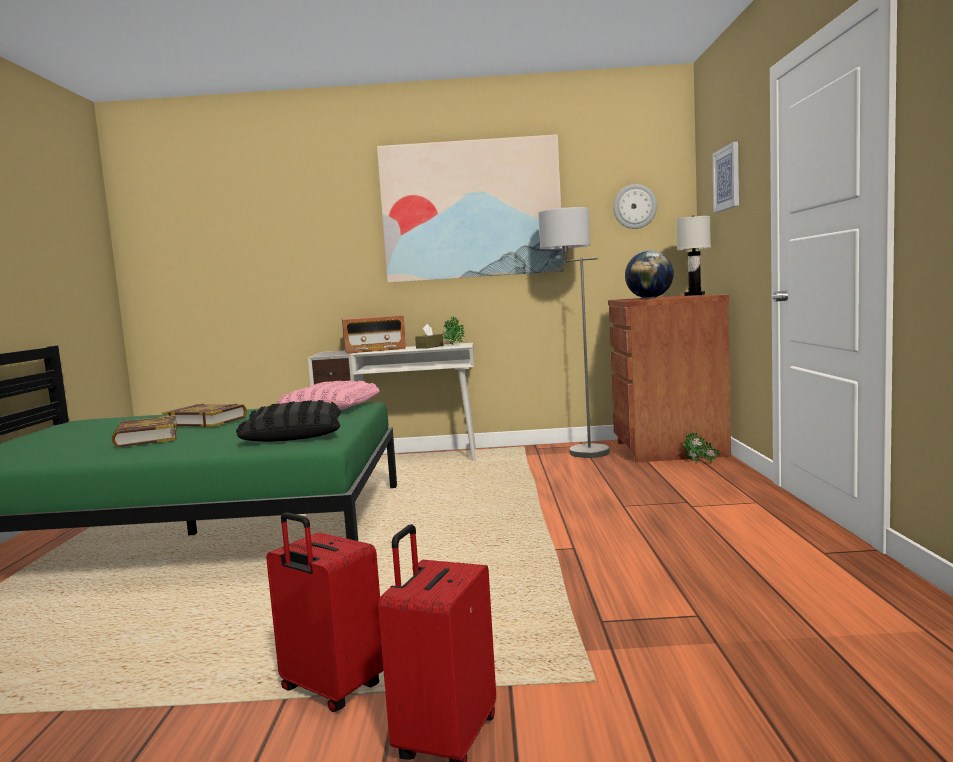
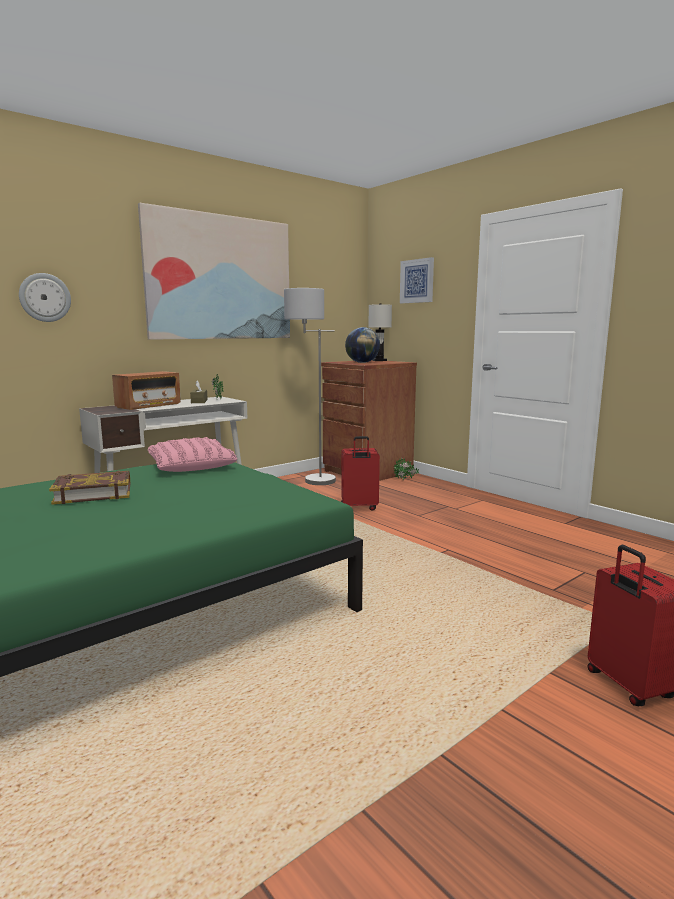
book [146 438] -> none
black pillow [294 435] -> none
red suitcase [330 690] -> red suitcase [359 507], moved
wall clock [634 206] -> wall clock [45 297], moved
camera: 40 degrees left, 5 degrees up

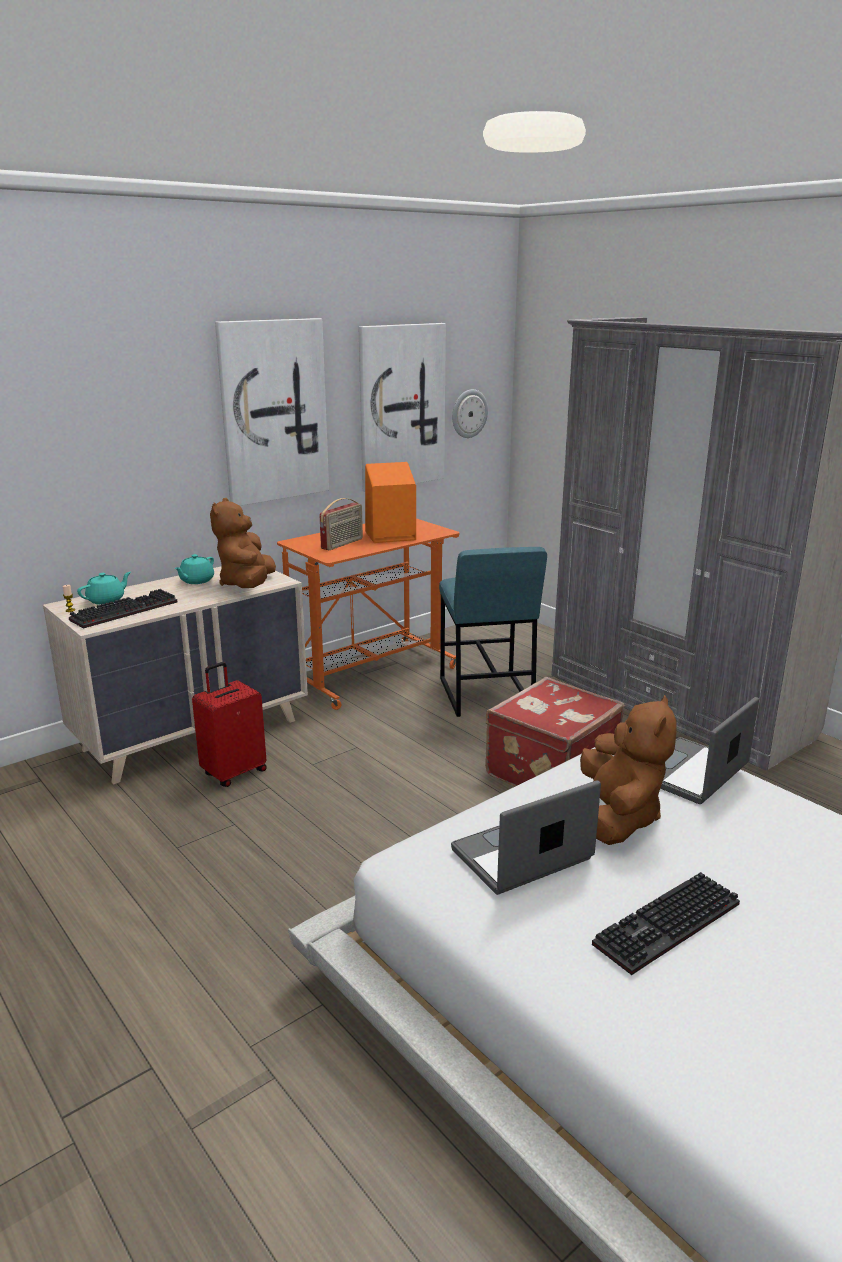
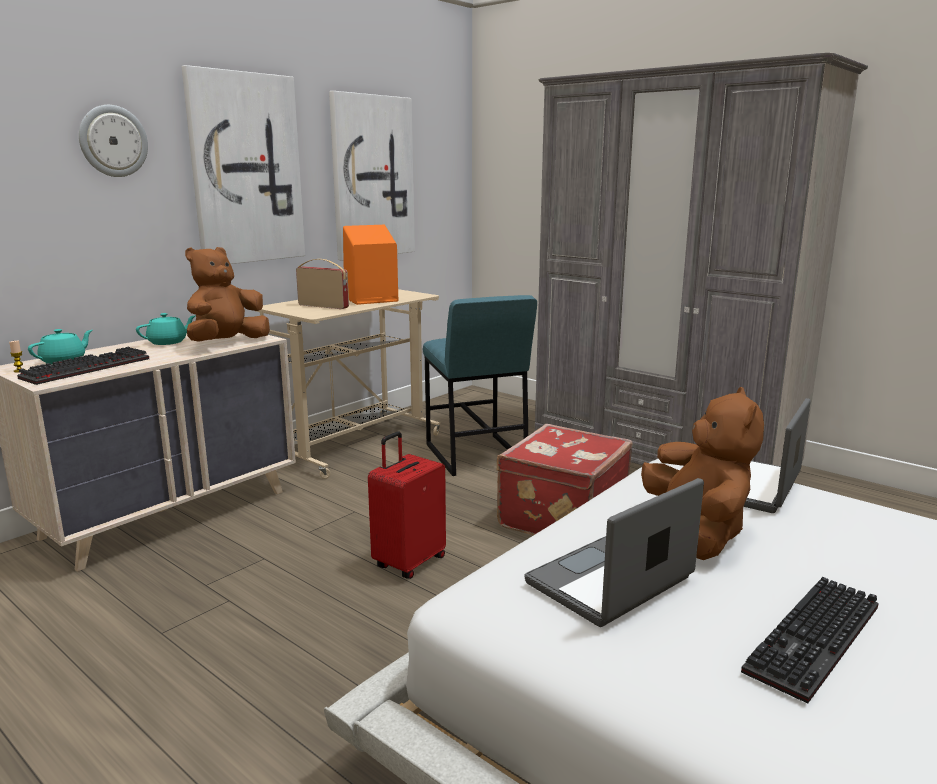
turquoise teapot [196 581] -> turquoise teapot [168 342], 150 degrees counterclockwise
red suitcase [233 772] -> red suitcase [408 562], moved
brown plush toy [247 585] -> brown plush toy [227 343], 45 degrees clockwise
orange desk [372 674] -> beige desk [356 444]
radio [342 544] -> radio [324 306], 90 degrees counterclockwise
wall clock [469 413] -> wall clock [113 141], moved
camera: 10 degrees left, 5 degrees down

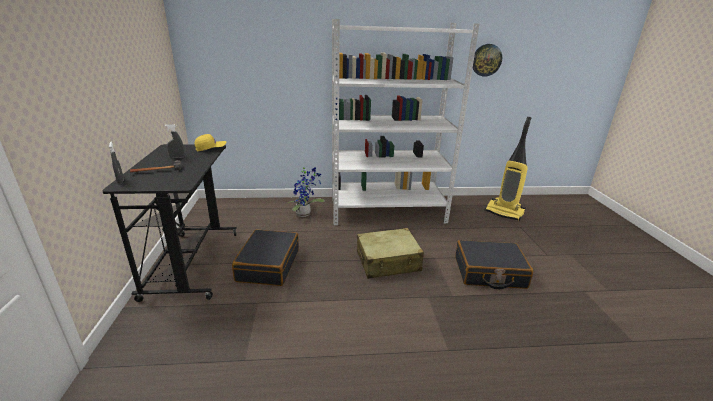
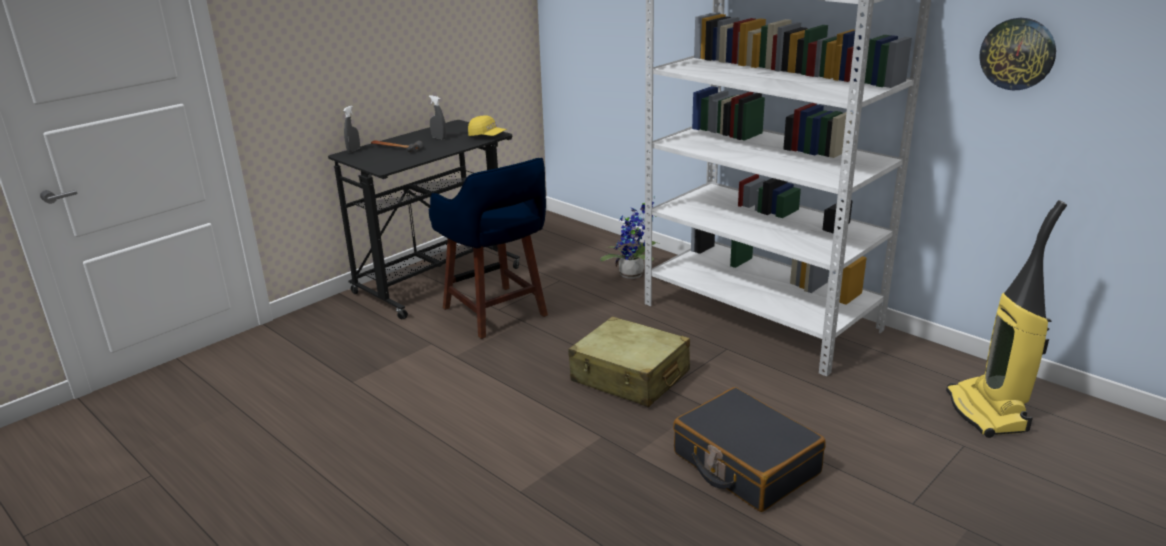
black suitcase [268 265] -> blue stool [496 314]
camera: 50 degrees right, 0 degrees up

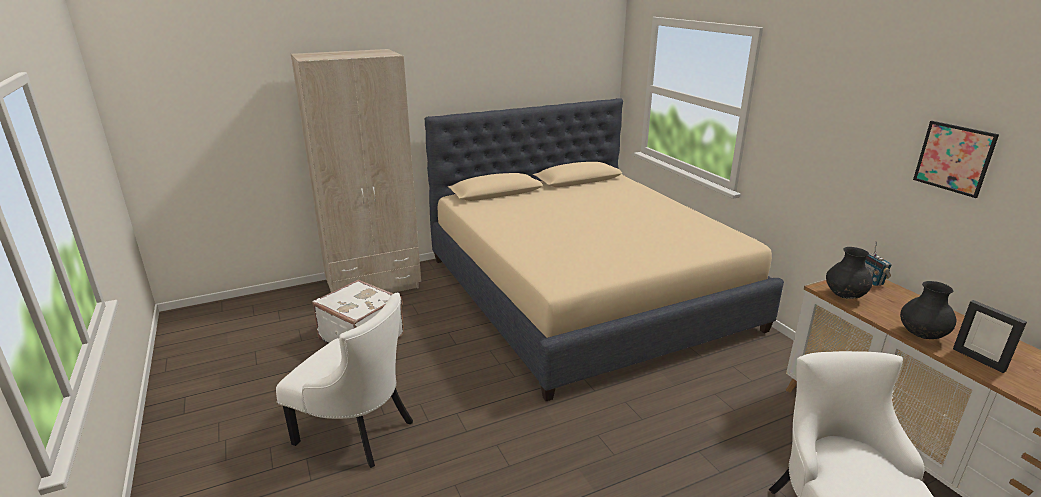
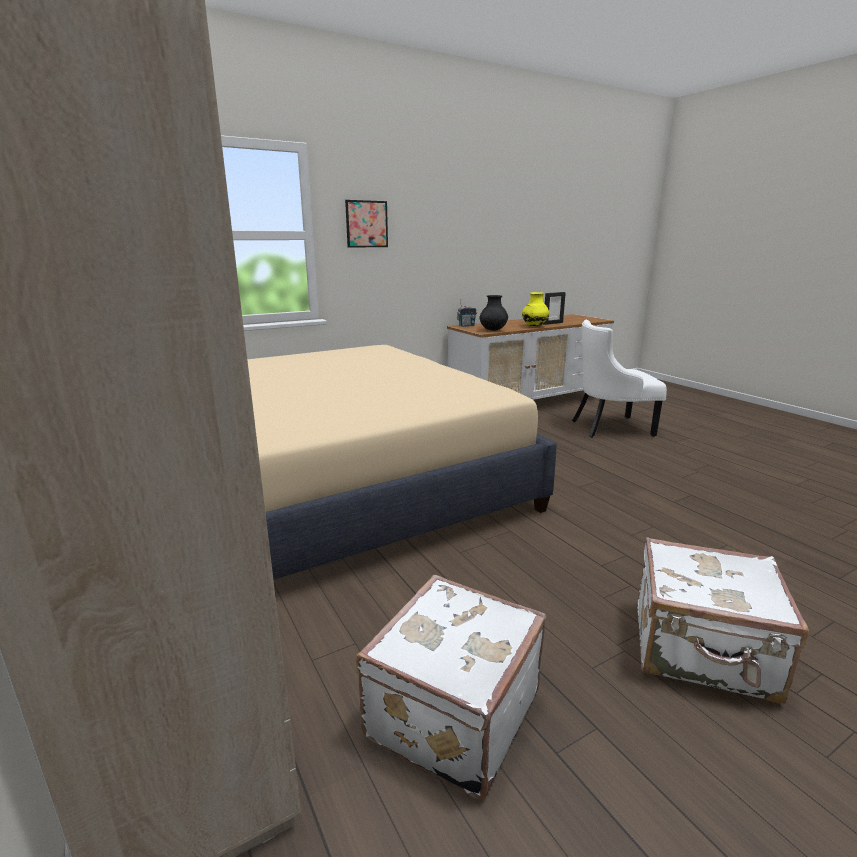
white chair [354 431] -> white suitcase [702 652]
black vase [922 335] -> yellow vase [534 326]
picture [954 158] -> picture [366 224], moved
camera: 95 degrees left, 5 degrees down

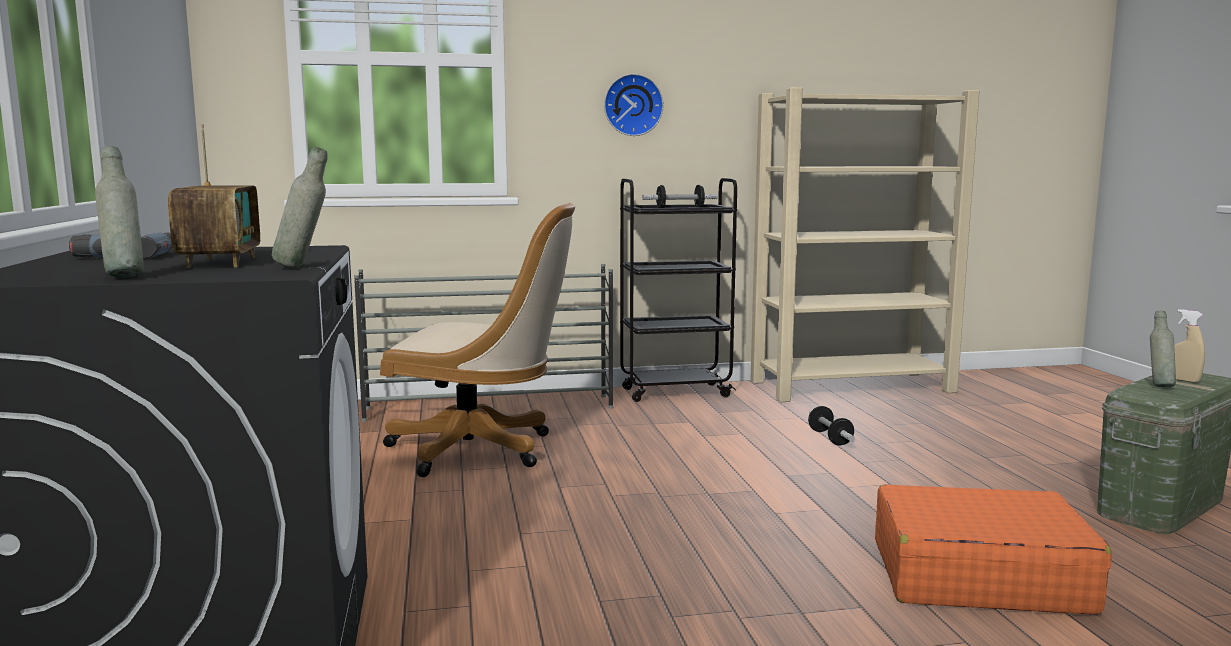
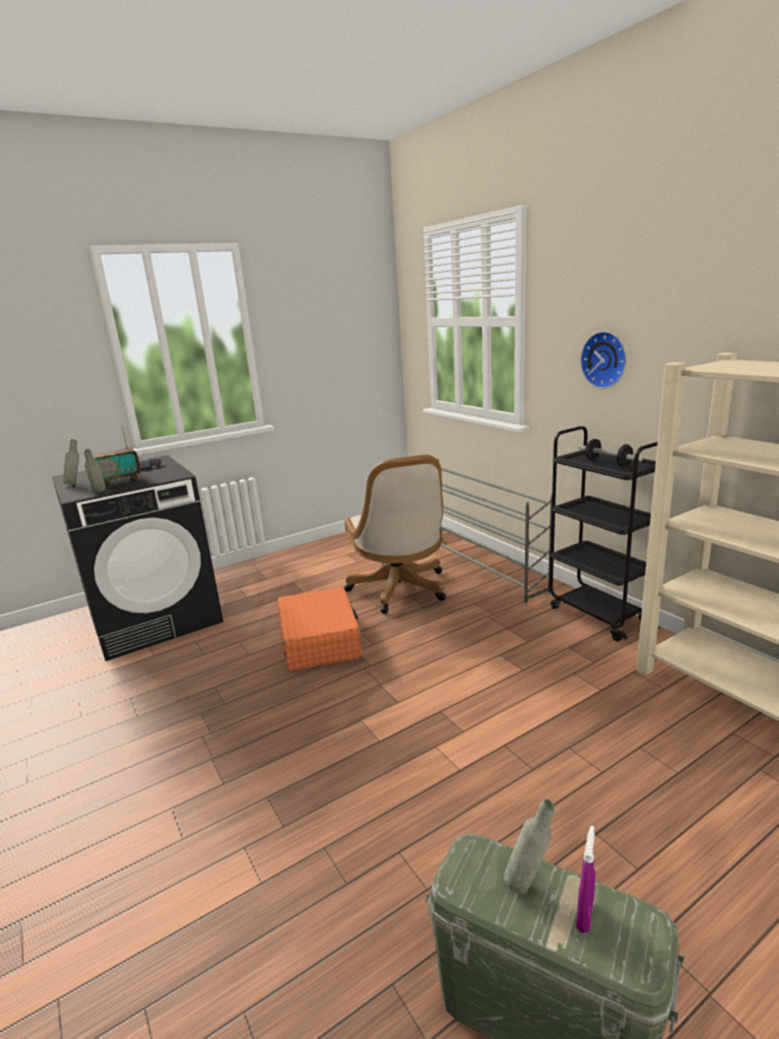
dumbbell [830 438] -> none
orange suitcase [978 576] -> orange suitcase [320 640], moved
beige spray bottle [1183 380] -> purple spray bottle [584 916]
camera: 70 degrees right, 10 degrees up

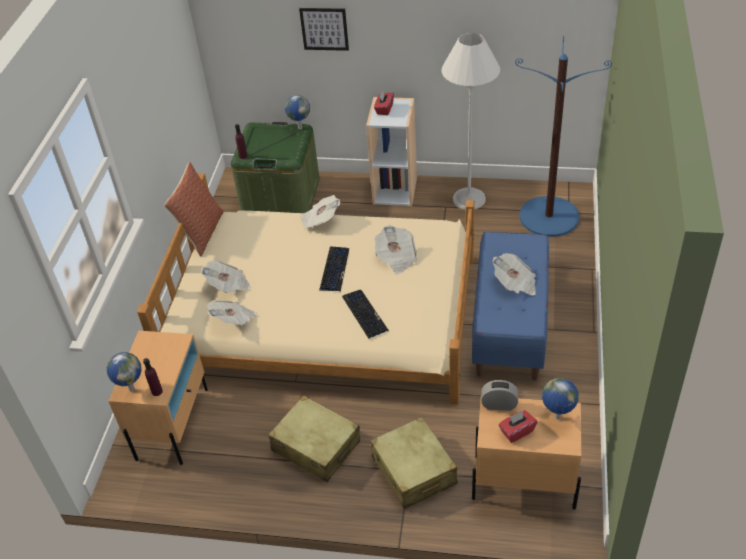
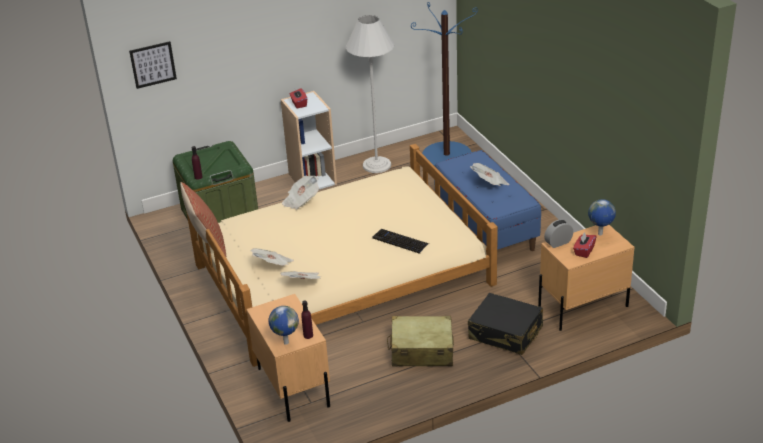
globe [299 128] -> none
picture [324 29] -> picture [153 64], moved
keyboard [334 269] -> none
beige suitcase [414 471] -> black suitcase [505 333]
newspaper [396 258] -> none
camera: 35 degrees left, 10 degrees down

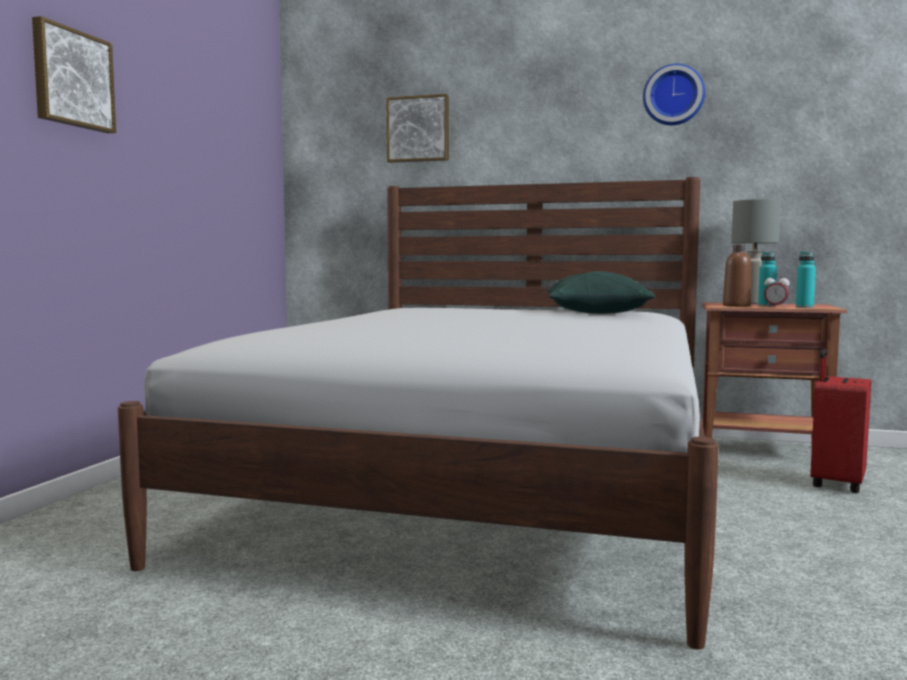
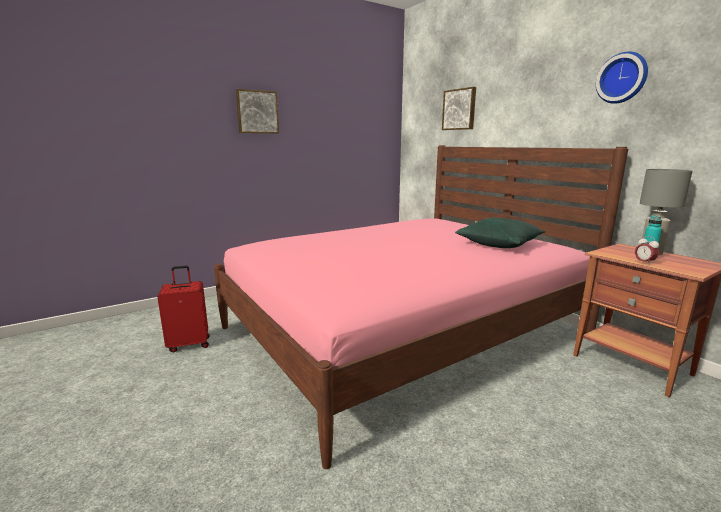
white bed [484 486] -> pink bed [403 331]
brown bottle [736 306] -> none
turquoise bottle [804 307] -> none
red suitcase [835 483] -> red suitcase [189 344], moved
camera: 40 degrees right, 10 degrees up

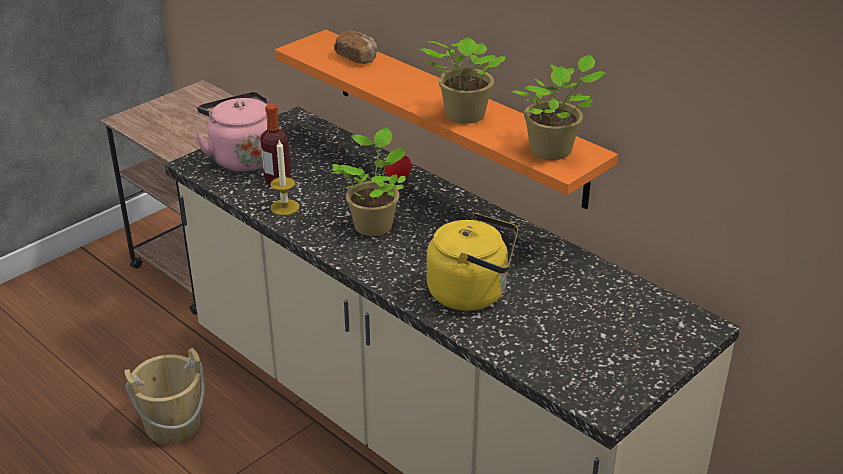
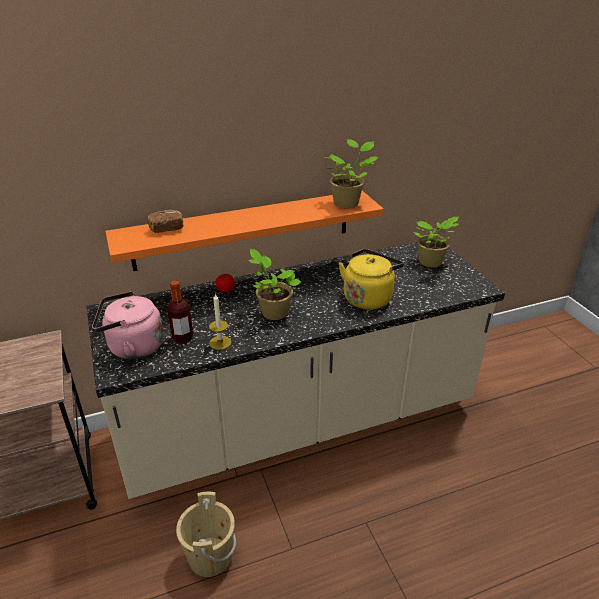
potted plant [462 116] -> potted plant [431 263], moved
camera: 65 degrees left, 0 degrees up

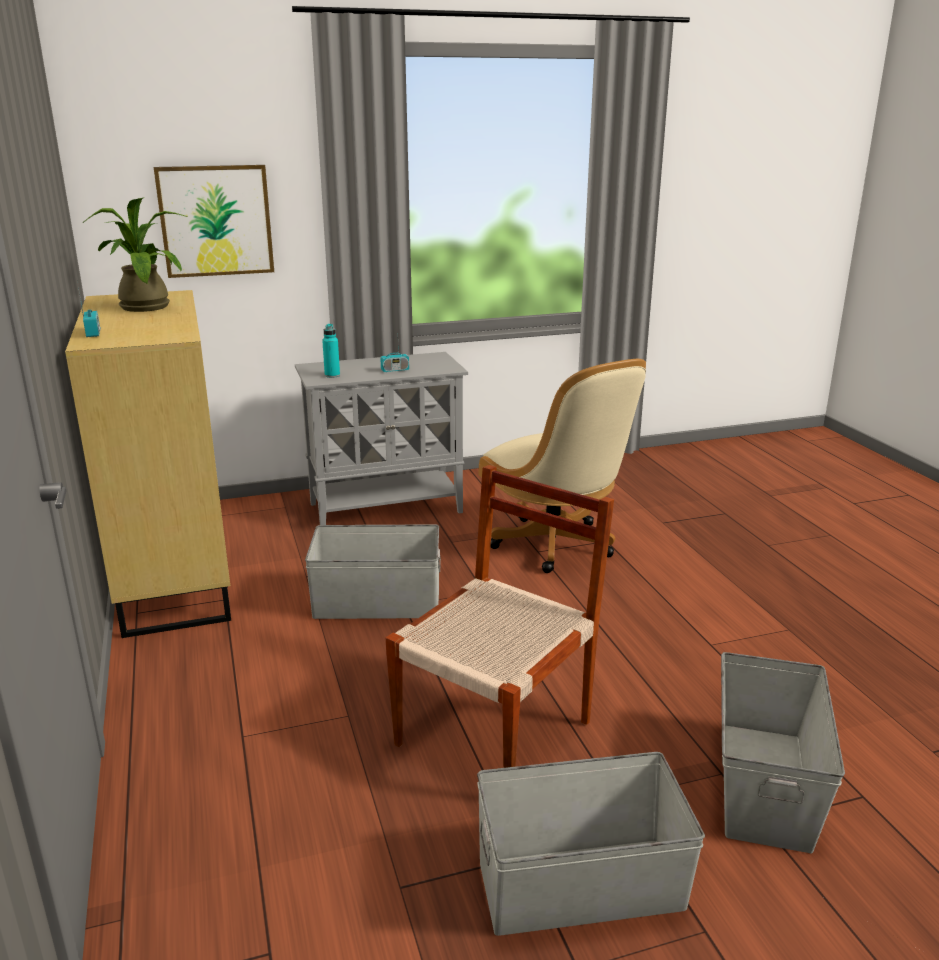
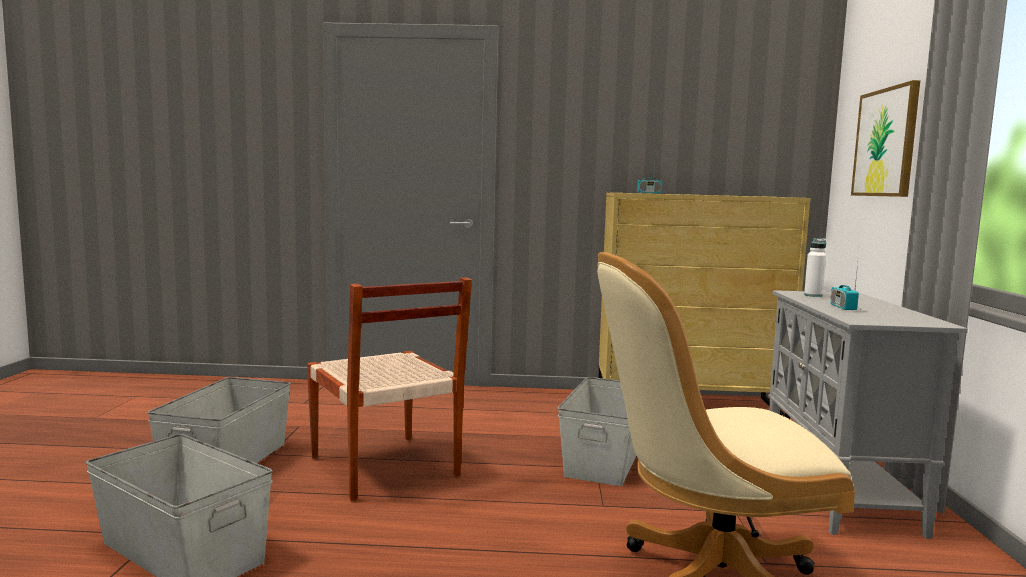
potted plant [145 306] -> none
turquoise bottle [332 375] -> white bottle [813 295]
camera: 110 degrees right, 15 degrees down

